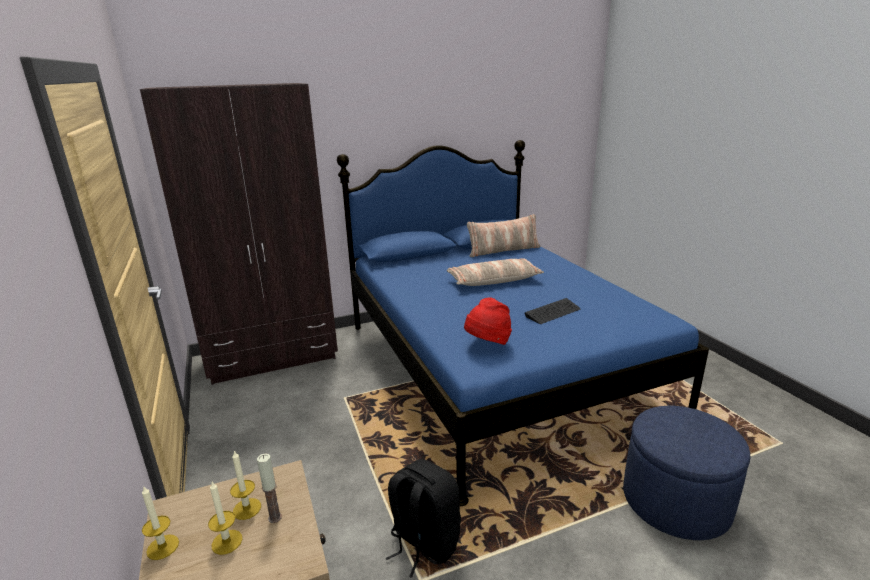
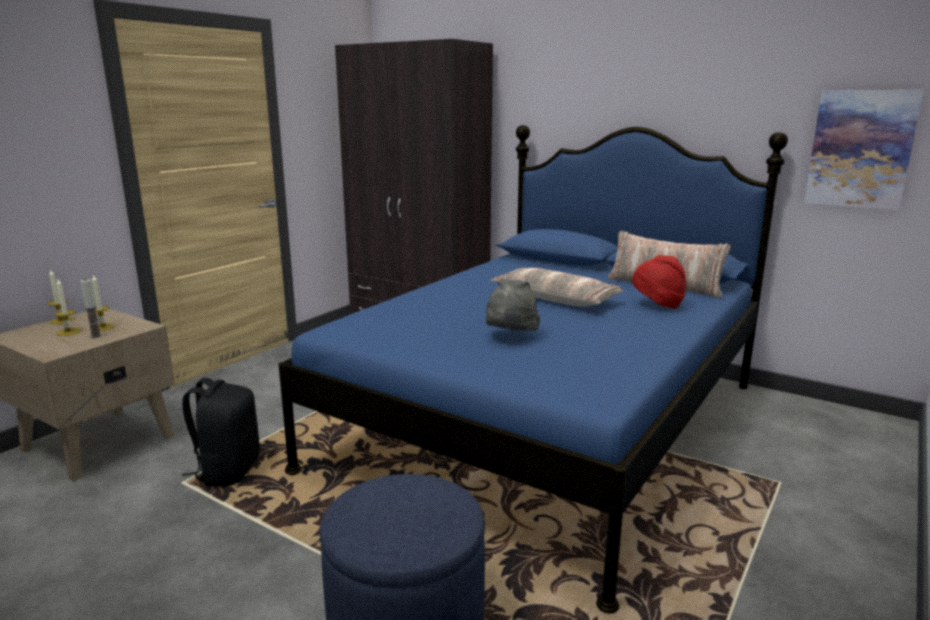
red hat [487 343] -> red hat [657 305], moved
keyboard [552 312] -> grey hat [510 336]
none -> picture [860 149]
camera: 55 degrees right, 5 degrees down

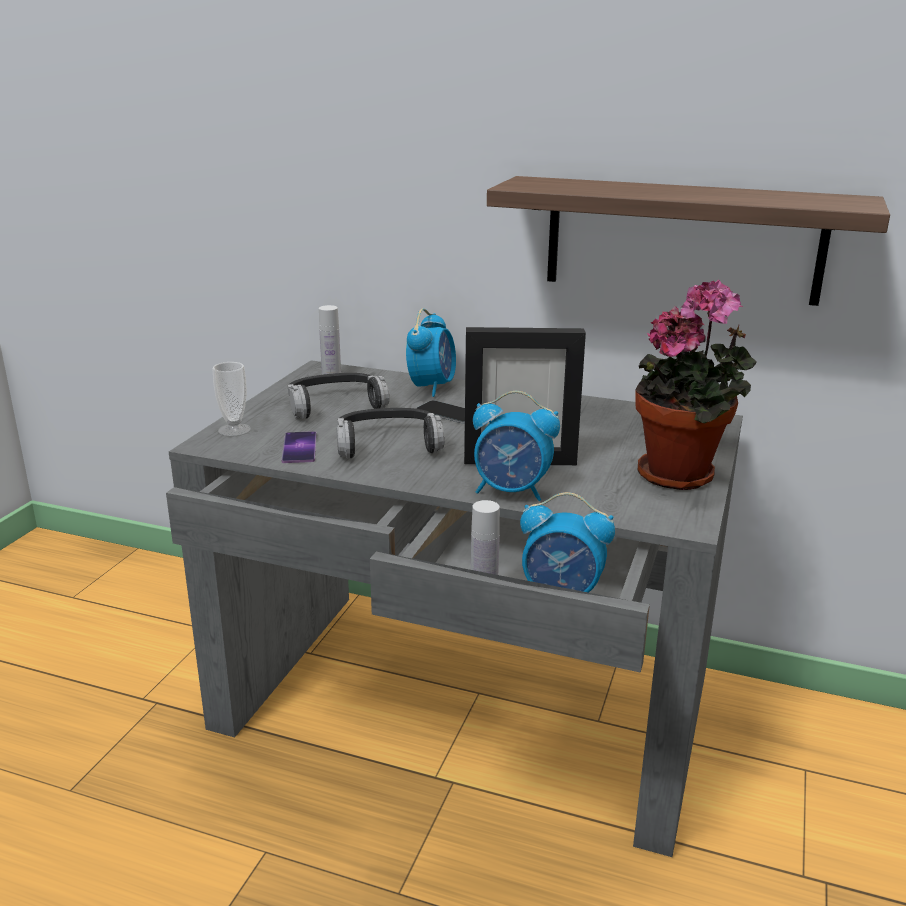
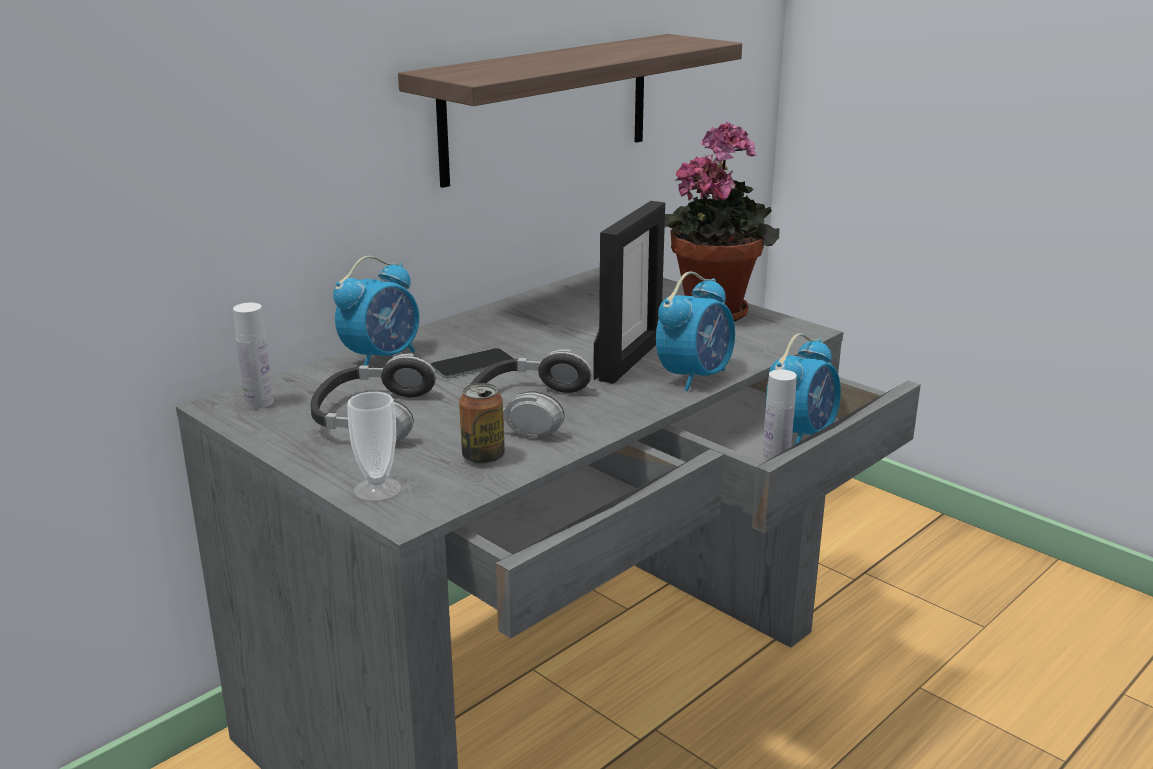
phone [299 447] -> can [483 457]
alarm clock [432 387] -> alarm clock [382 357], 90 degrees clockwise
camera: 65 degrees left, 0 degrees up

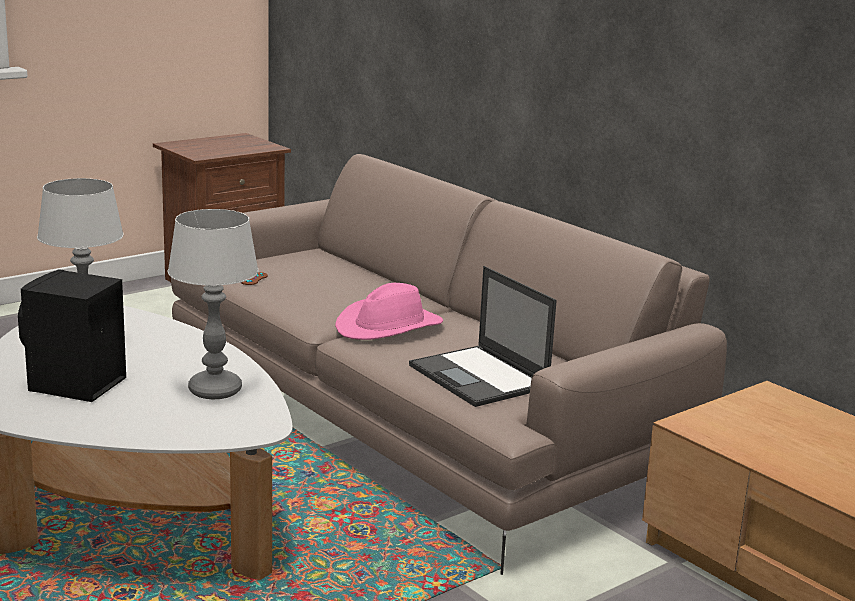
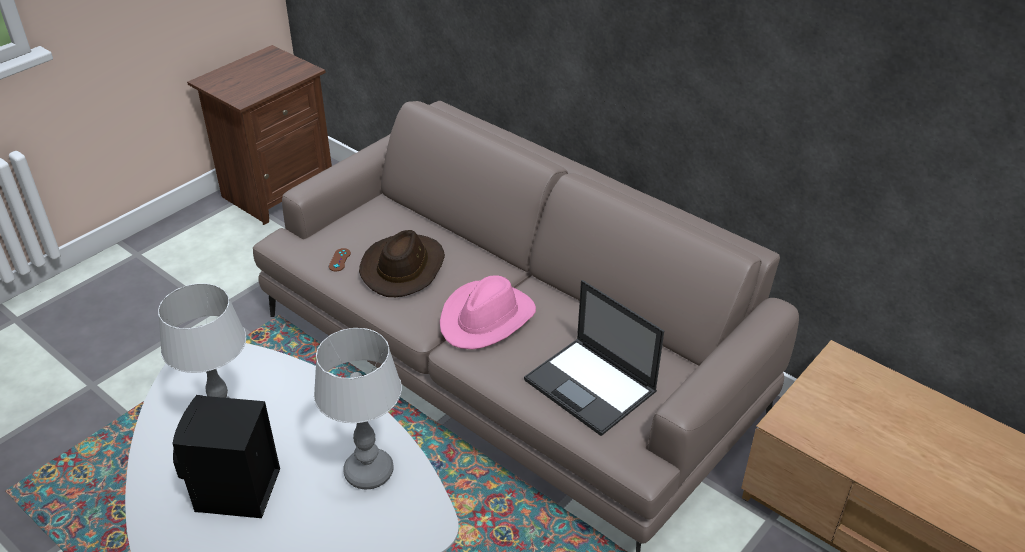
none -> brown hat [403 267]
camera: 10 degrees left, 20 degrees up

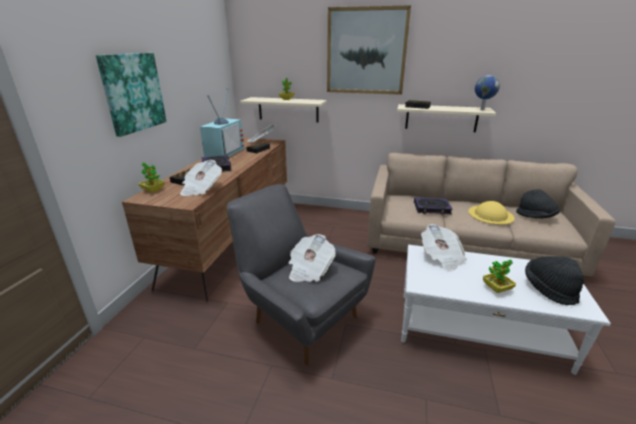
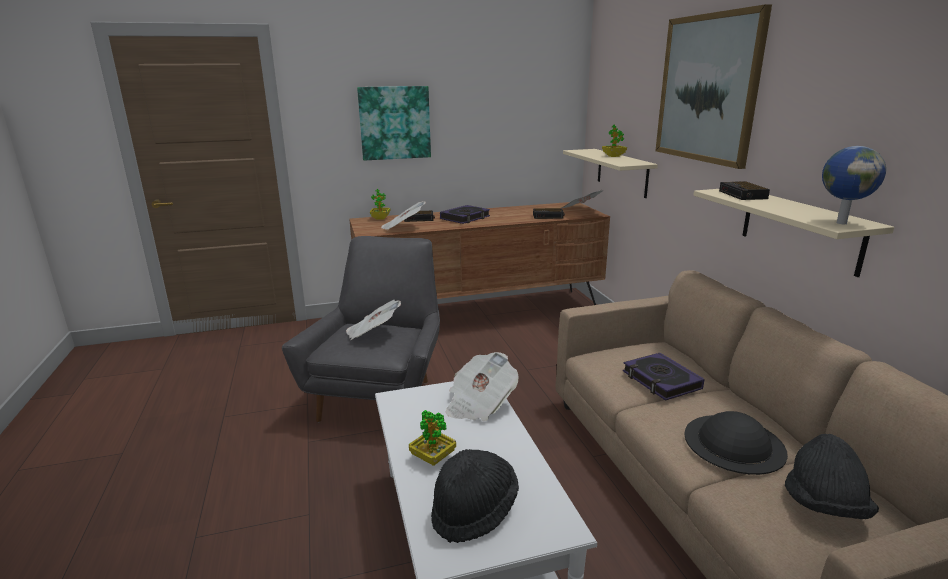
television [223 153] -> none
yellow hat [491 214] -> black hat [734 443]
camera: 60 degrees right, 5 degrees down

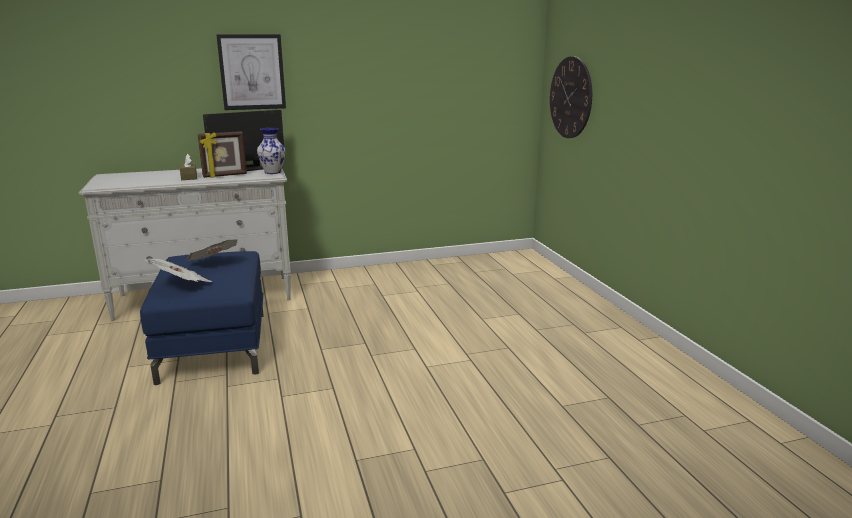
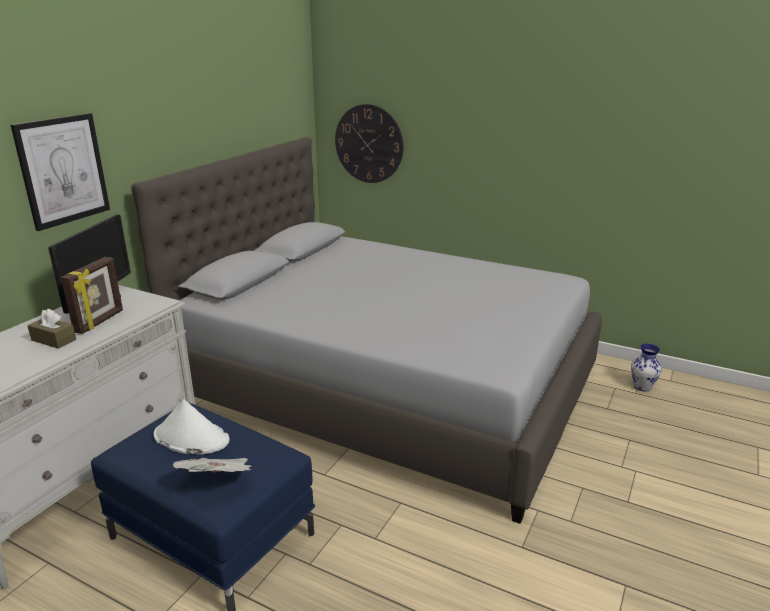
newspaper [213 263] -> white hat [191 438]
vase [272 172] -> vase [642 387], moved
none -> grey bed [386 385]
camera: 45 degrees left, 5 degrees up

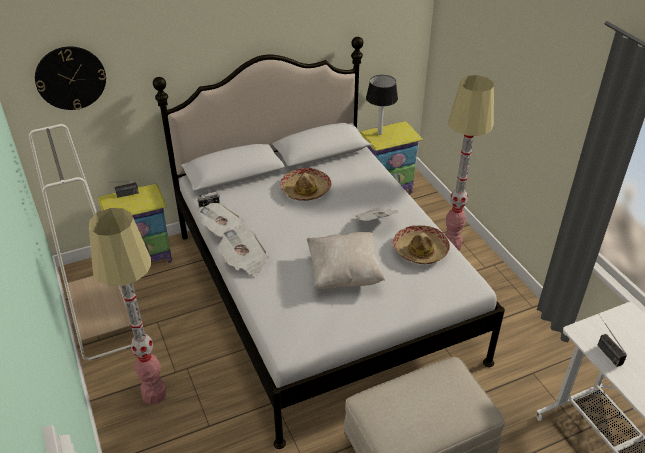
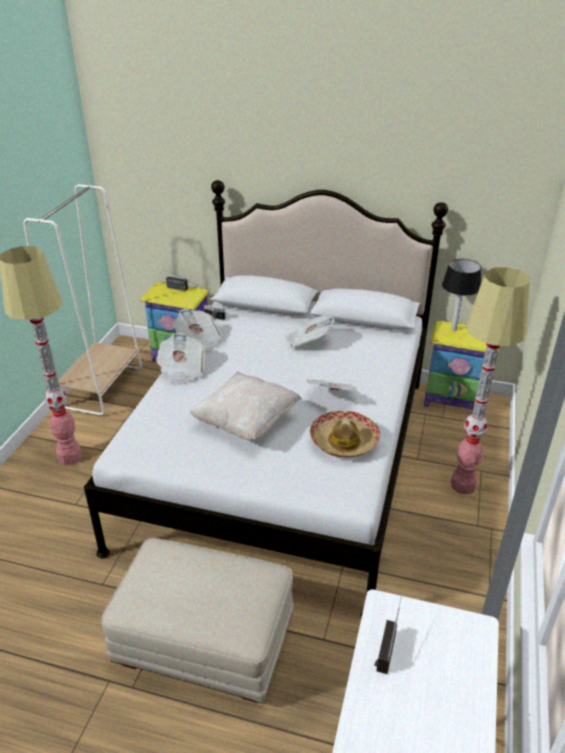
wall clock [70 78] -> none
hat [305 190] -> newspaper [308 341]
camera: 40 degrees right, 5 degrees down

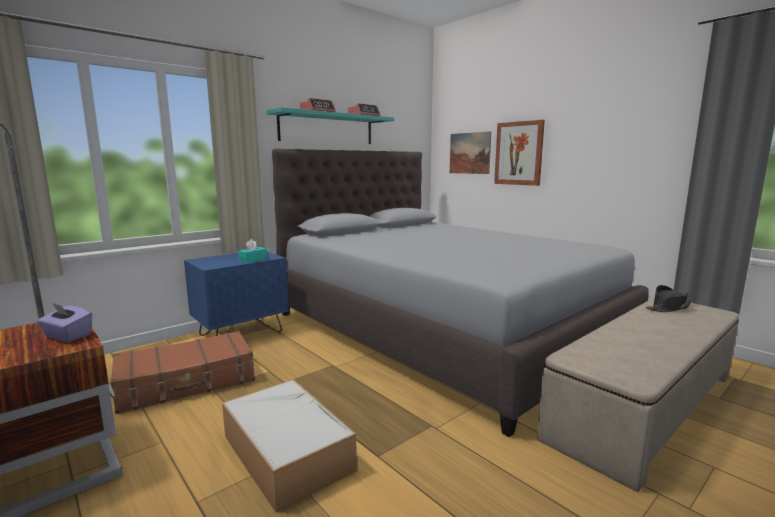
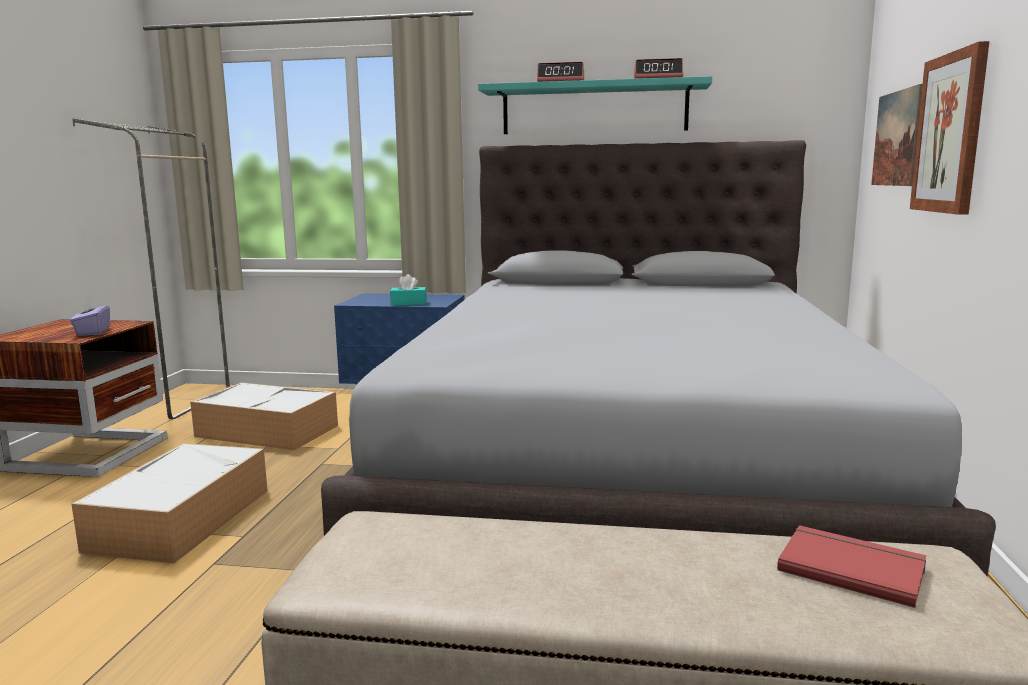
brown suitcase [187 383] -> storage box [269 431]
black hat [669 308] -> red book [851 567]
camera: 50 degrees right, 0 degrees up

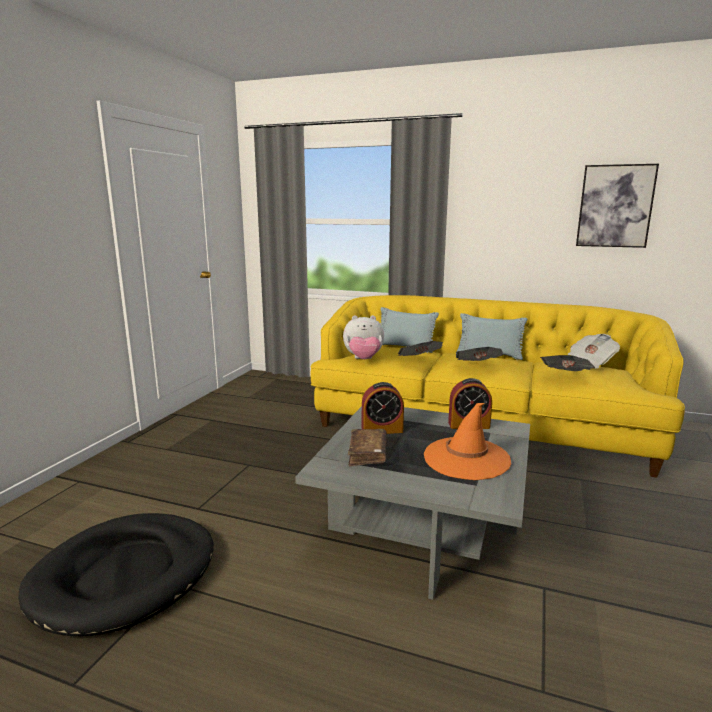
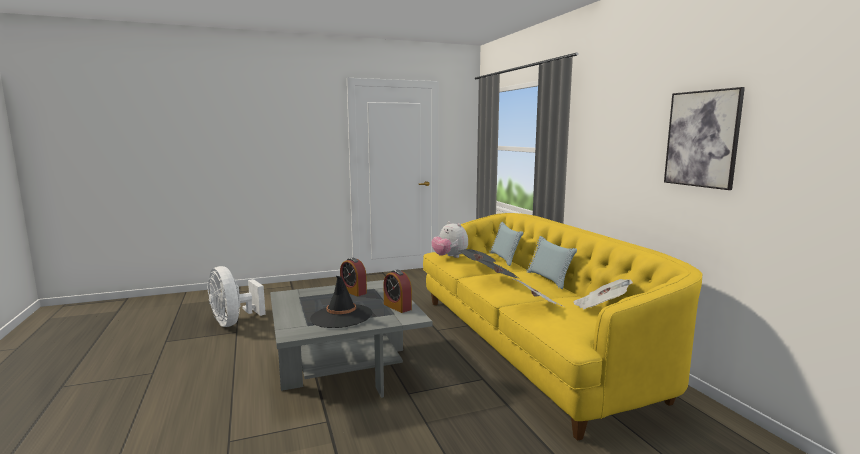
black dog bed [125 575] -> white fan [233 322]
brown book [367 454] -> none
orange hat [466 458] -> black hat [341 316]
camera: 50 degrees right, 5 degrees down

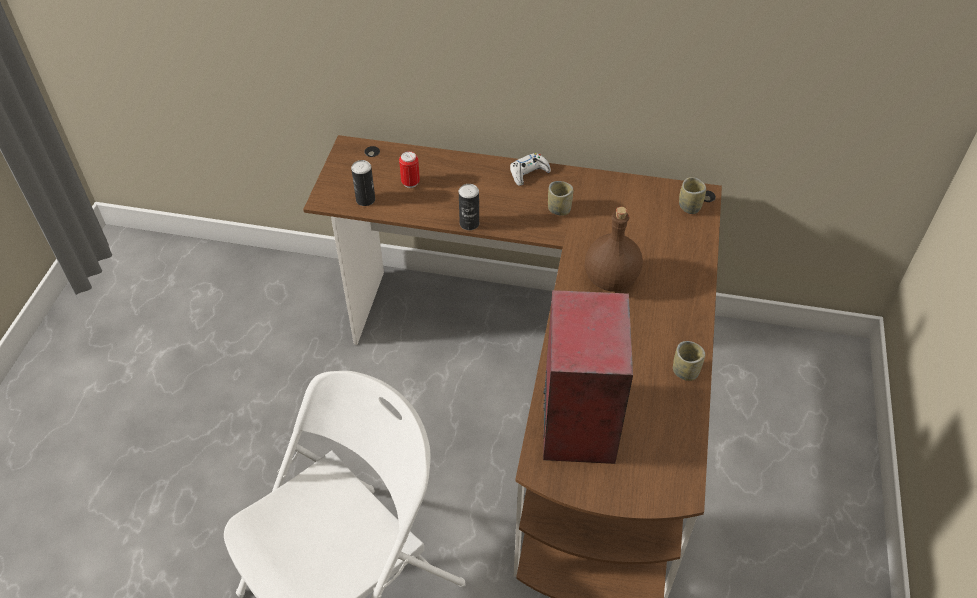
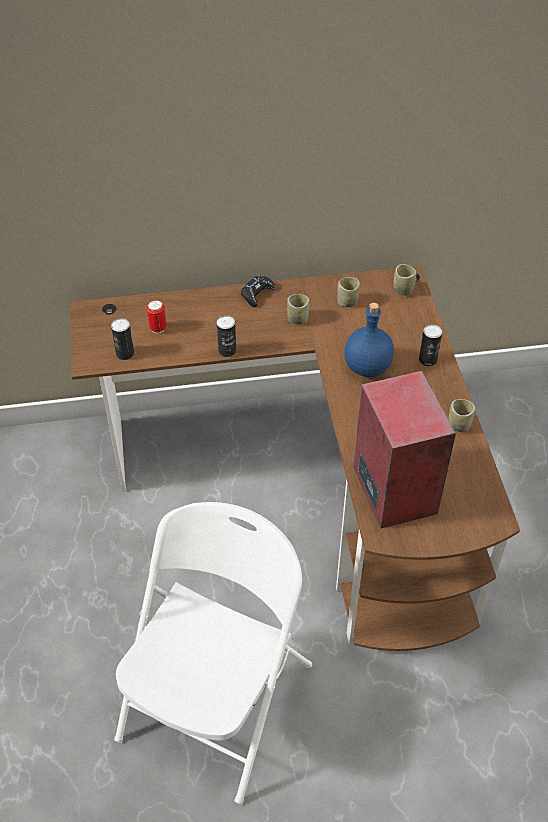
white game controller [528 173] -> black game controller [257 294]
brown bottle [611 279] -> blue bottle [368 367]
none -> cup [347 302]
none -> can [427 360]
camera: 20 degrees left, 0 degrees up

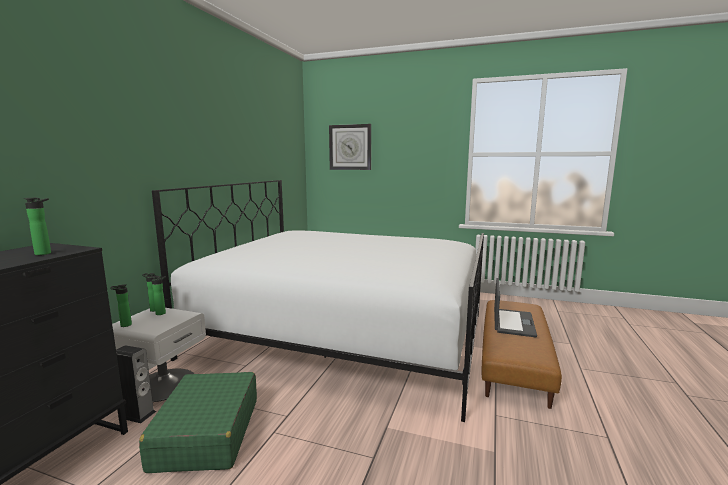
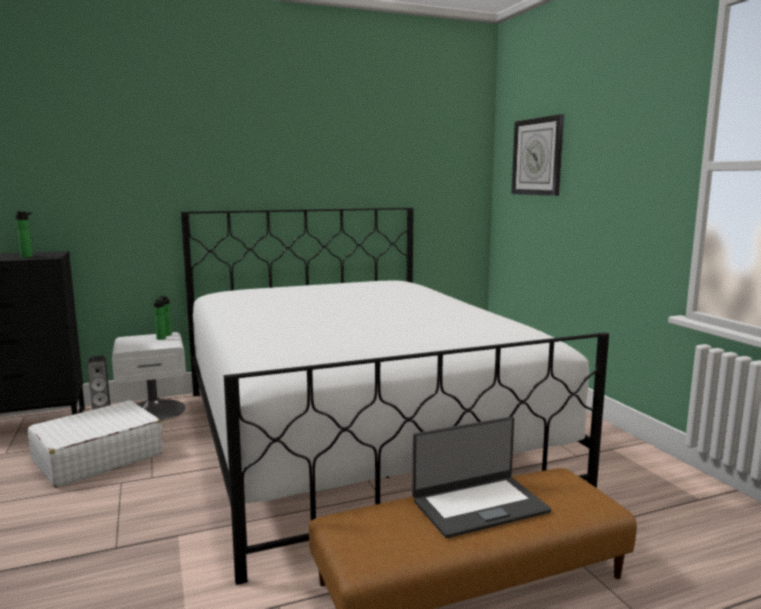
bottle [124 325] -> none
green suitcase [206 433] -> white suitcase [97 457]
camera: 50 degrees right, 0 degrees up

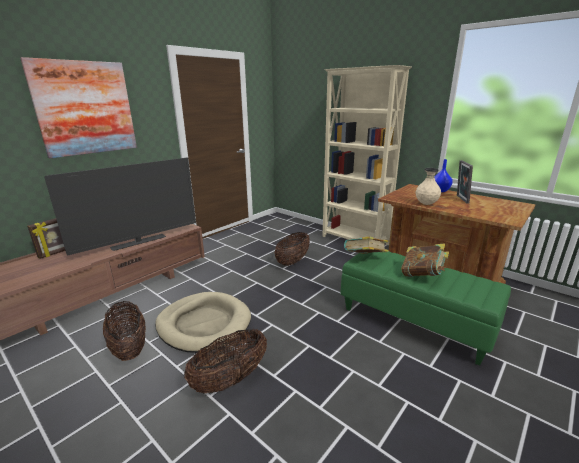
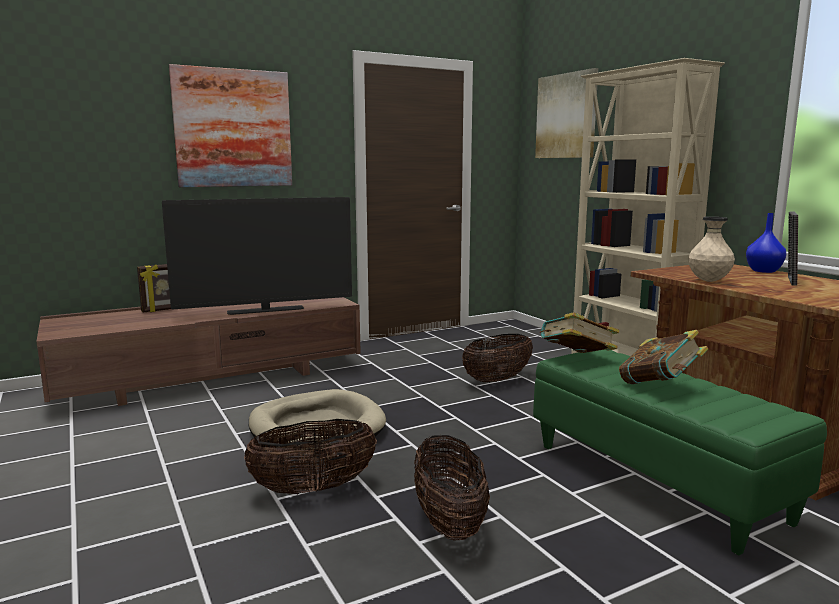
basket [129 347] -> basket [449 522], moved
none -> picture [566 116]
camera: 20 degrees right, 10 degrees down

